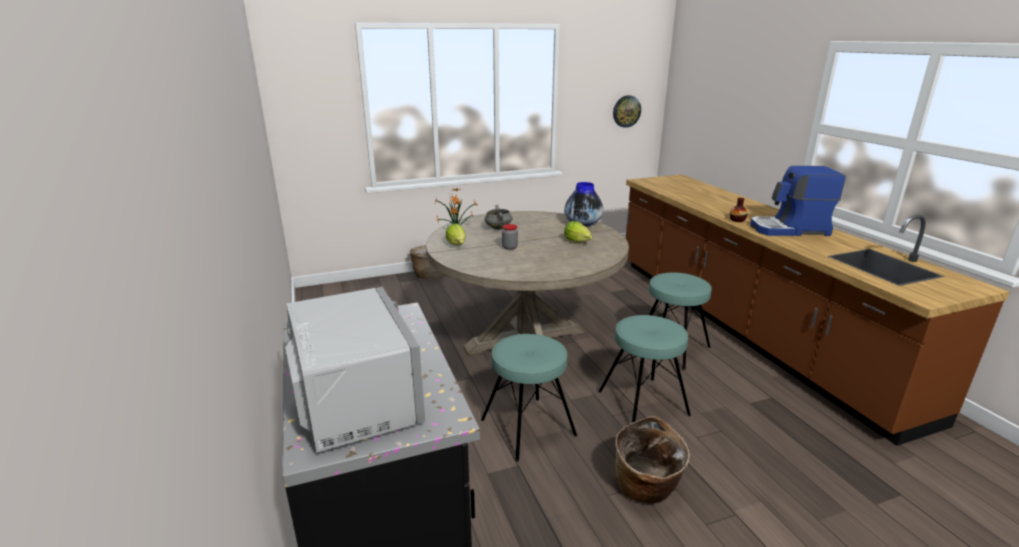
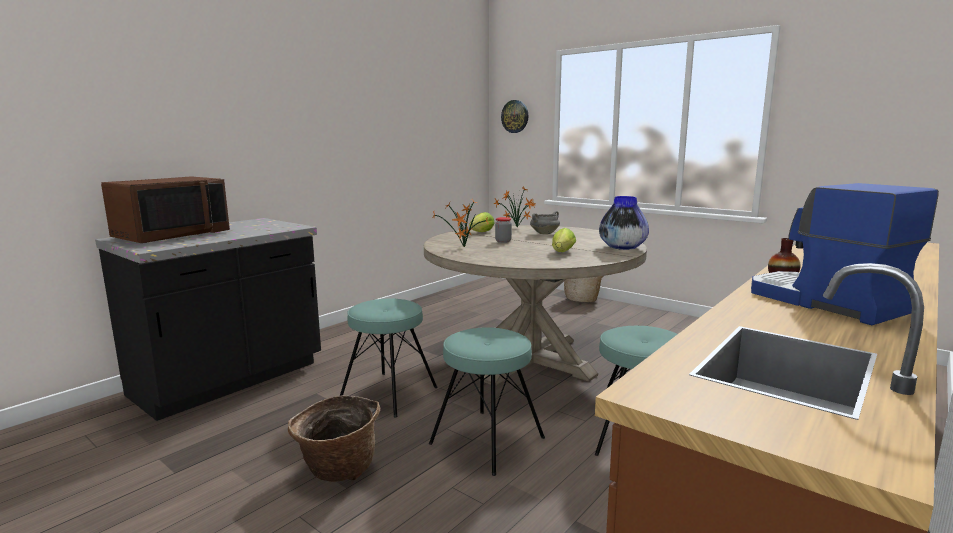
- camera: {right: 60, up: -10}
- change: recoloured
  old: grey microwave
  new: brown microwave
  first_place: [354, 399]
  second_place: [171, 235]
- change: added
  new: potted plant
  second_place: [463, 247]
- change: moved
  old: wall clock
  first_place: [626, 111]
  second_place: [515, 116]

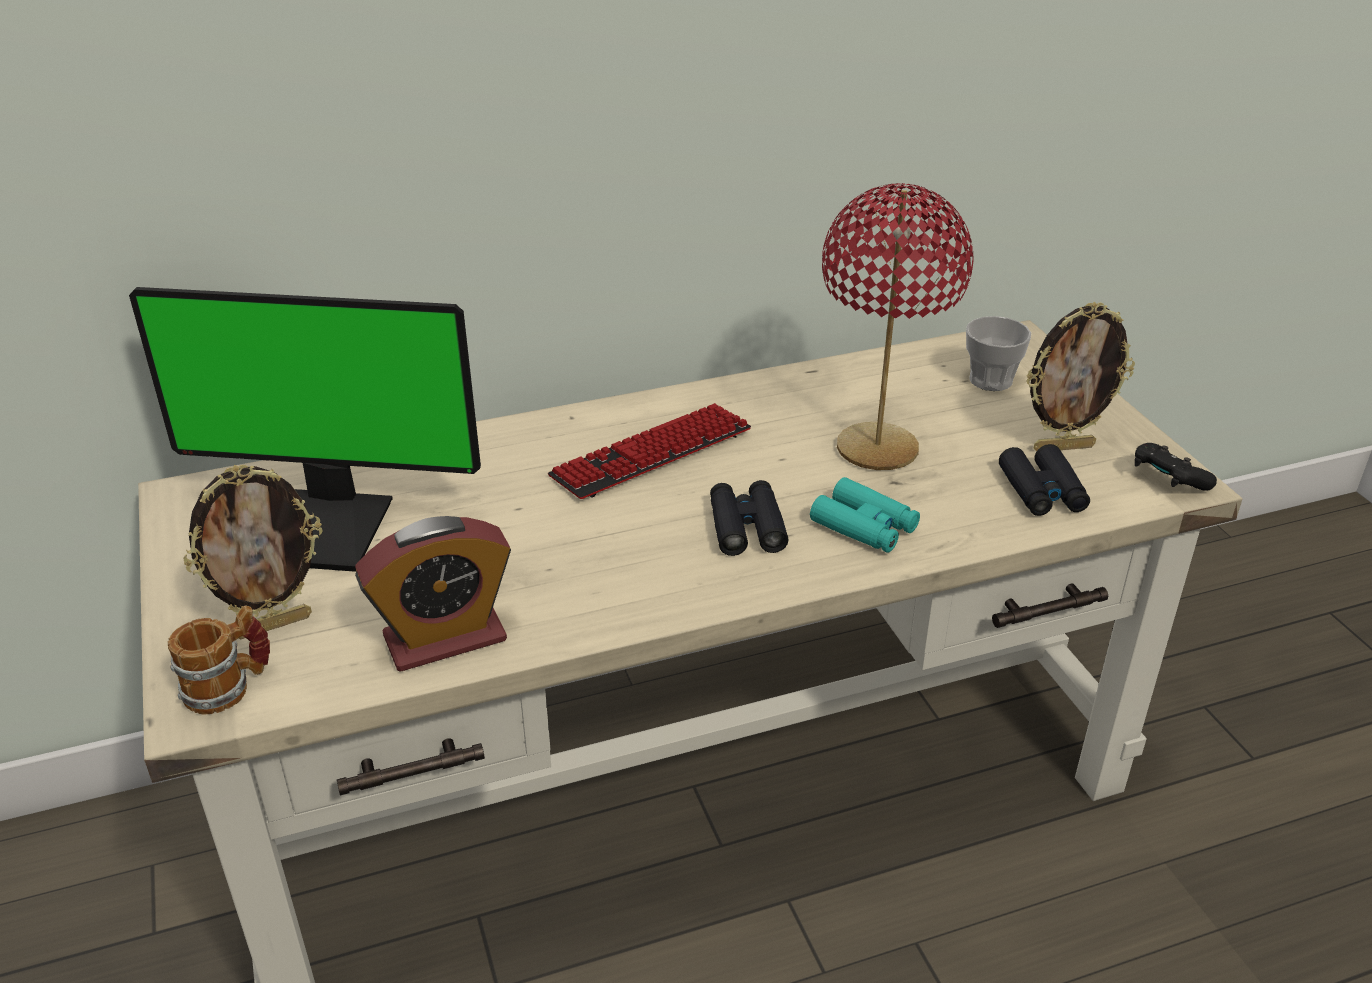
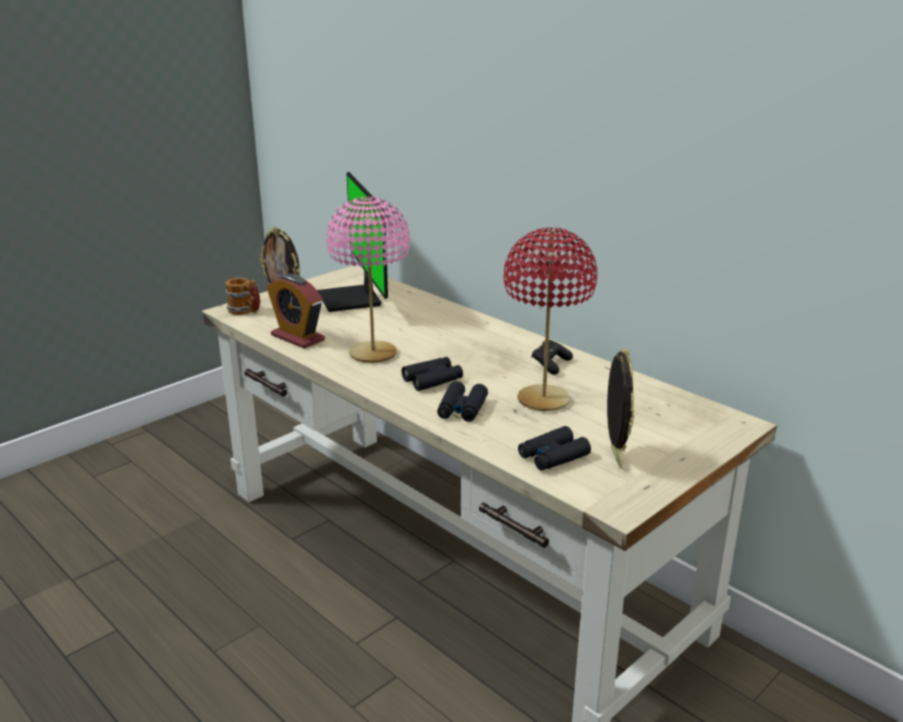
- camera: {right: 65, up: -10}
- change: added
  new: pink table lamp
  second_place: [372, 353]
- change: recoloured
  old: turquoise binoculars
  new: black binoculars
  first_place: [864, 526]
  second_place: [462, 409]
- change: moved
  old: black game controller
  first_place: [1167, 480]
  second_place: [550, 364]
- change: turned
  old: picture frame
  first_place: [1063, 447]
  second_place: [614, 457]
  degrees: -150
- change: removed
  old: keyboard
  first_place: [651, 454]
- change: removed
  old: cup
  first_place: [990, 380]

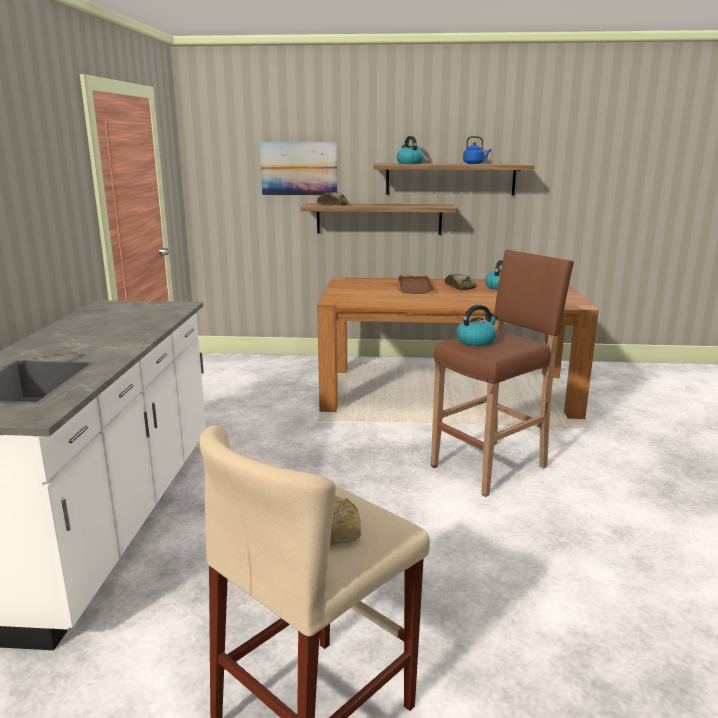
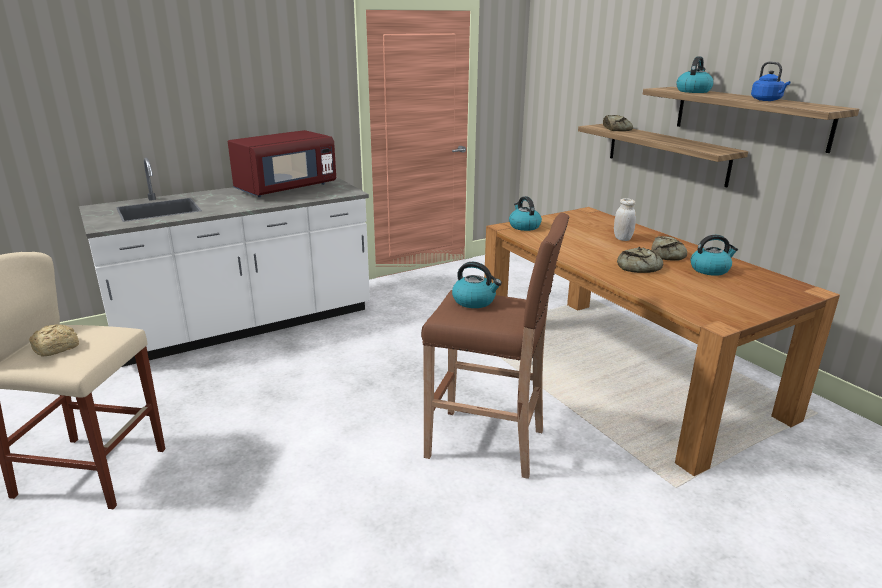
- camera: {right: 55, up: 5}
- change: added
  new: red microwave
  second_place: [286, 189]
- change: added
  new: kettle
  second_place: [524, 226]
- change: replaced
  old: brown tray
  new: white jar
  first_place: [414, 287]
  second_place: [622, 238]
- change: added
  new: bread
  second_place: [639, 267]
- change: removed
  old: picture
  first_place: [299, 169]

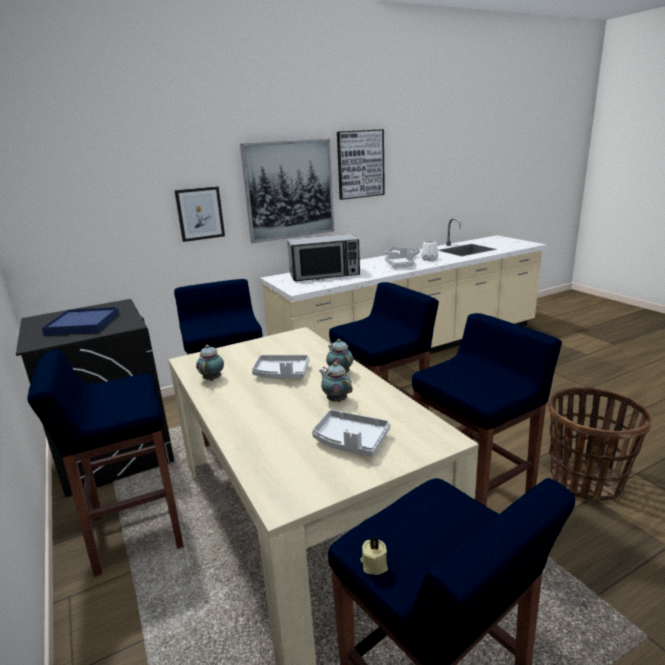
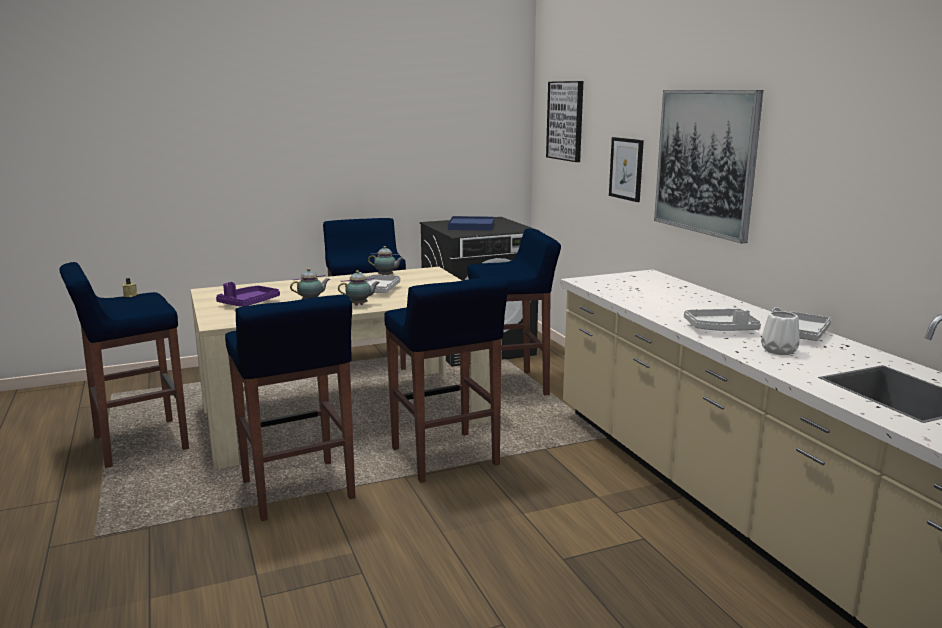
- camera: {right: 95, up: -5}
- change: recoloured
  old: grey tray
  new: purple tray
  first_place: [350, 441]
  second_place: [248, 303]
- change: moved
  old: picture
  first_place: [360, 164]
  second_place: [566, 121]
- change: removed
  old: microwave
  first_place: [325, 275]
- change: removed
  old: basket
  first_place: [586, 481]

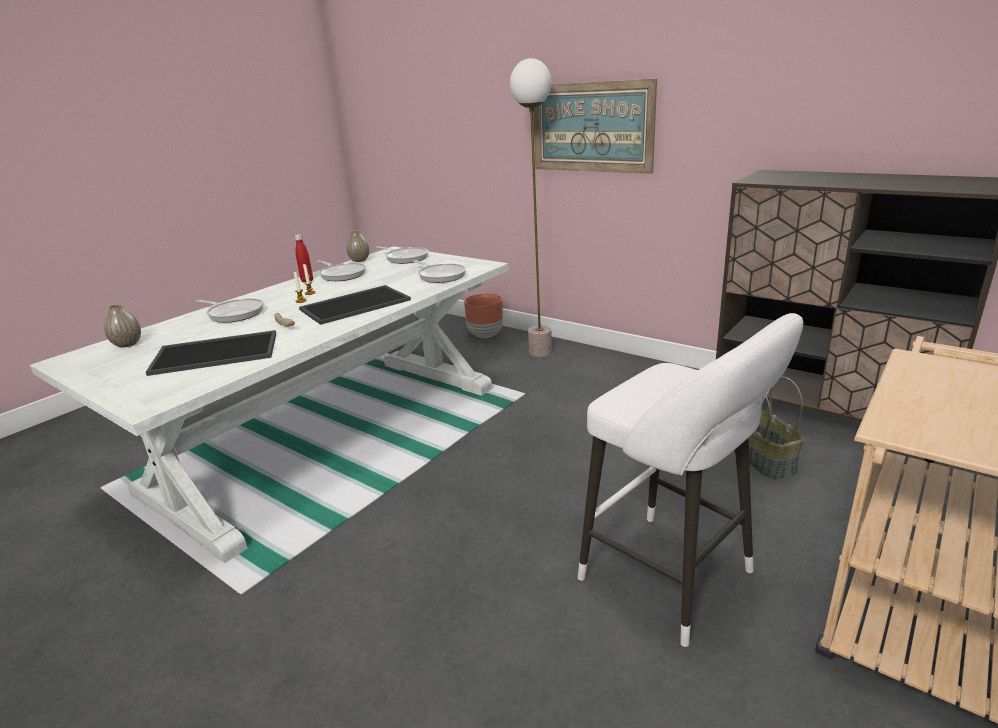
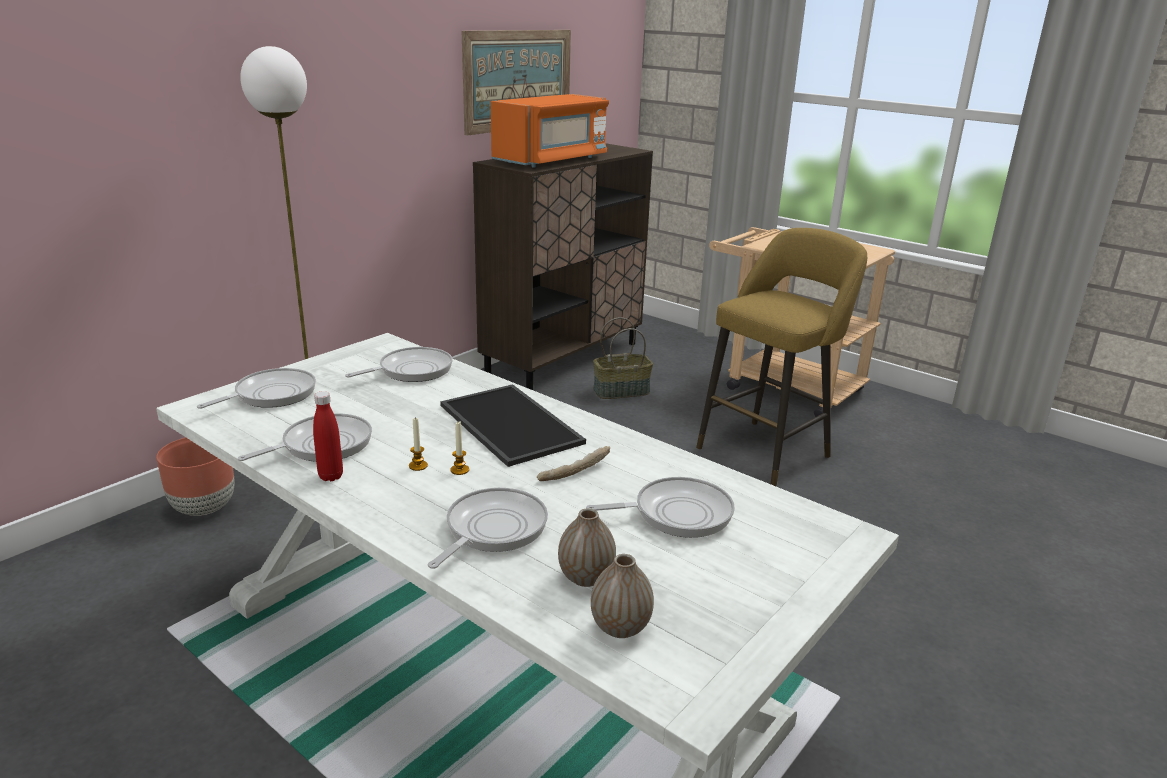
- camera: {right: -90, up: 0}
- change: moved
  old: picture
  first_place: [591, 127]
  second_place: [518, 80]
- change: added
  new: orange microwave
  second_place: [552, 160]
- change: moved
  old: vase
  first_place: [359, 260]
  second_place: [586, 577]
- change: replaced
  old: tray
  new: frying pan
  first_place: [217, 352]
  second_place: [676, 513]
- change: recoloured
  old: white stool
  new: yellow stool
  first_place: [674, 580]
  second_place: [768, 450]

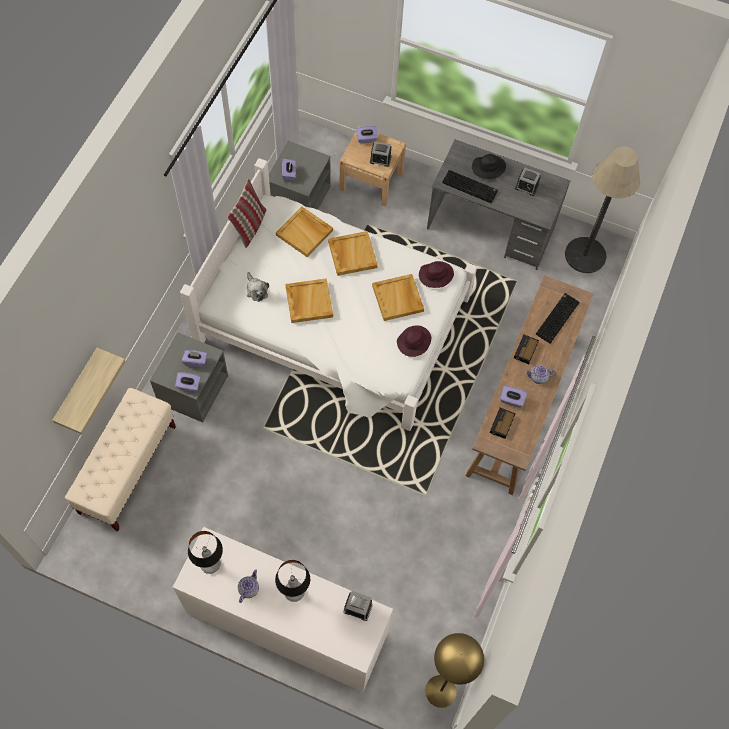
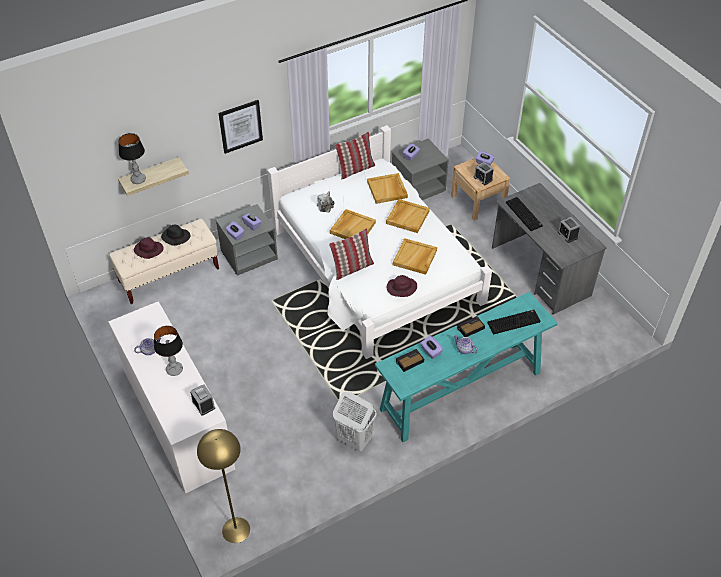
- camera: {right: 40, up: -15}
- change: moved
  old: table lamp
  first_place: [210, 563]
  second_place: [138, 179]
- change: moved
  old: purple hat
  first_place: [435, 276]
  second_place: [148, 250]
- change: moved
  old: black hat
  first_place: [487, 168]
  second_place: [175, 237]
- change: added
  new: picture
  second_place: [240, 126]
- change: added
  new: pillow
  second_place: [352, 268]
- change: added
  new: white laundry basket
  second_place: [354, 439]
- change: recoloured
  old: brown console table
  new: turquoise console table
  first_place: [520, 407]
  second_place: [460, 391]
- change: removed
  old: floor lamp
  first_place: [585, 255]

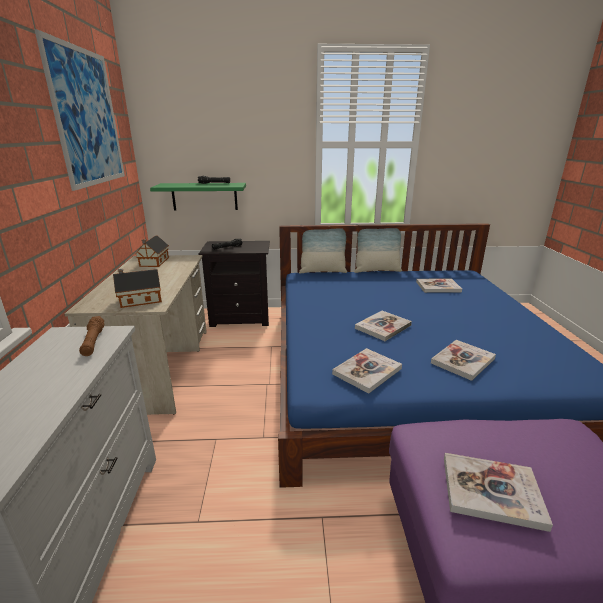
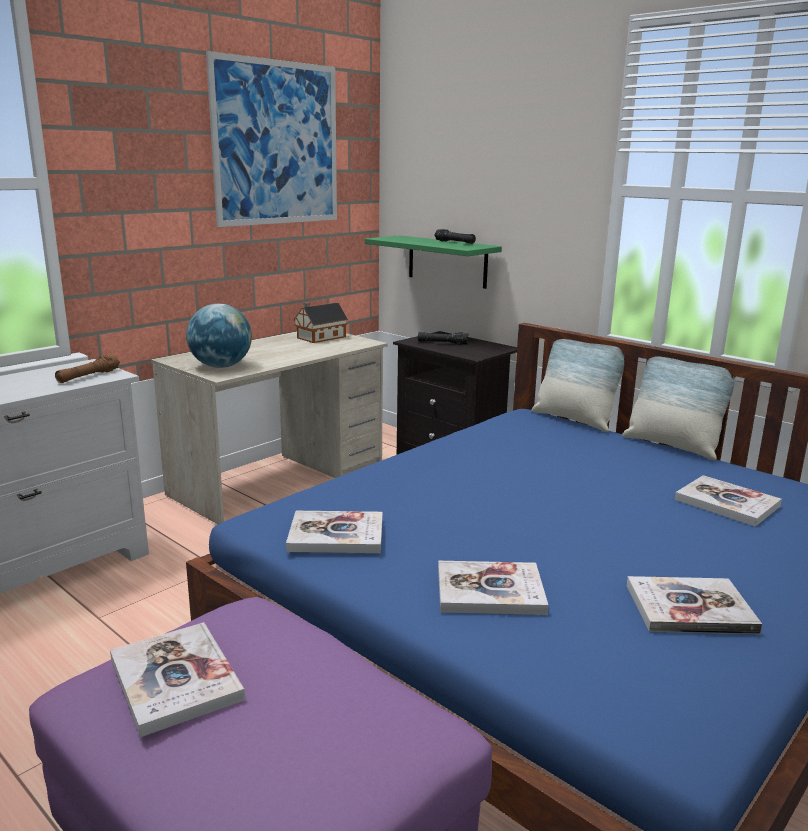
- camera: {right: 45, up: -5}
- change: replaced
  old: toy house
  new: globe
  first_place: [139, 300]
  second_place: [221, 366]
- change: moved
  old: book
  first_place: [383, 327]
  second_place: [690, 608]

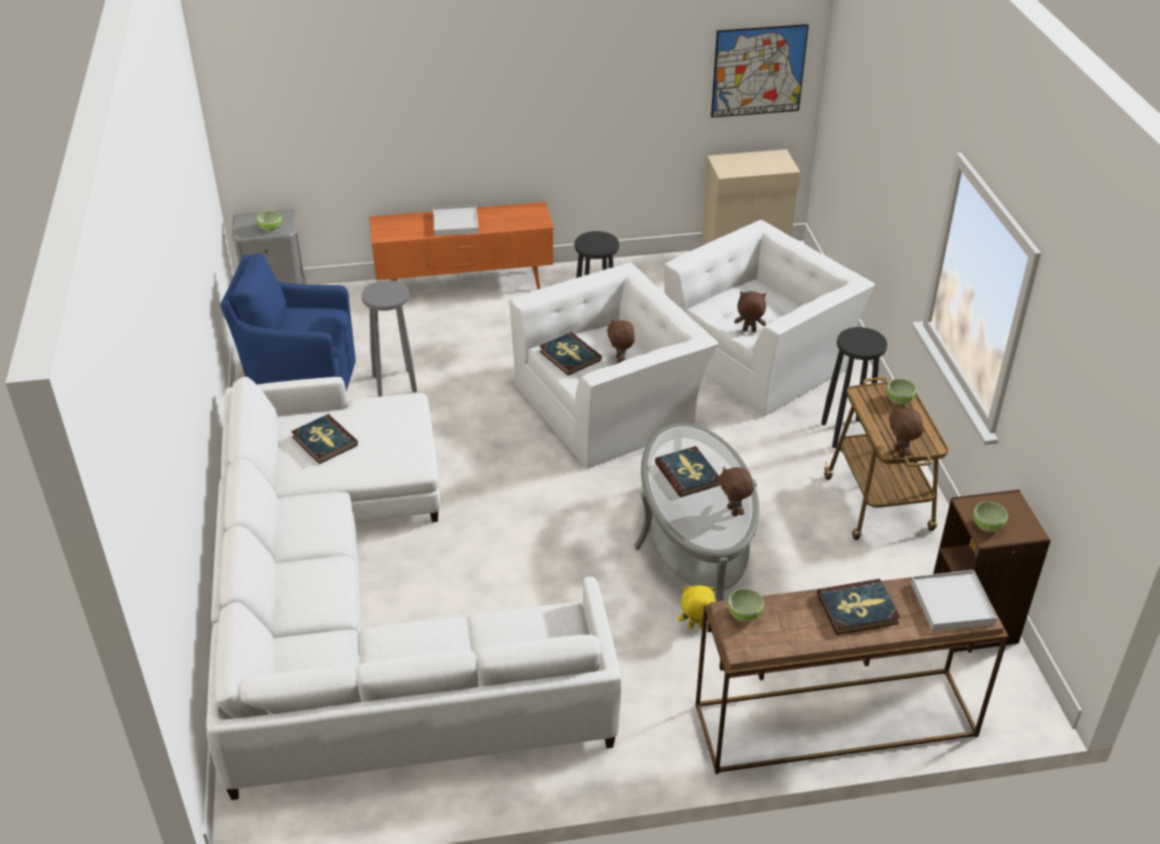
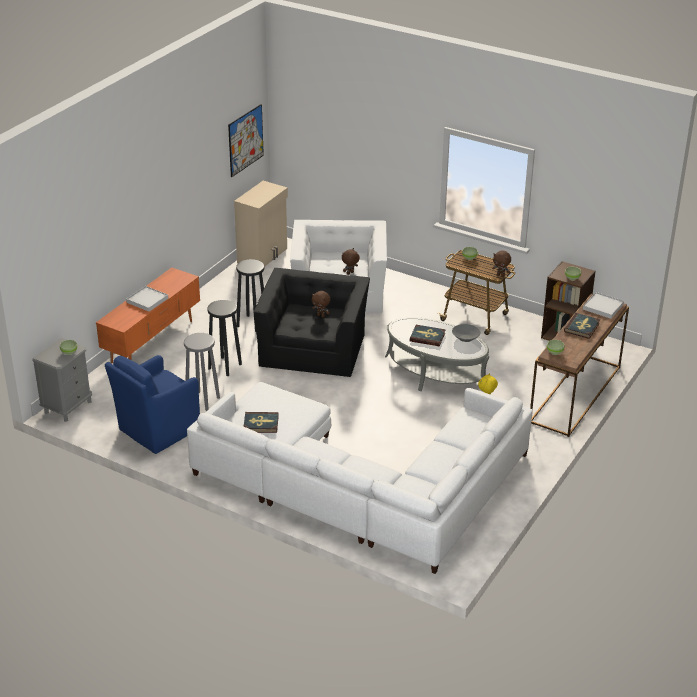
- camera: {right: -50, up: -5}
- change: moved
  old: black stool
  first_place: [847, 433]
  second_place: [225, 366]
- change: recoloured
  old: white armchair
  new: black armchair
  first_place: [610, 404]
  second_place: [313, 347]
- change: replaced
  old: brown plush toy
  new: grey bowl
  first_place: [733, 511]
  second_place: [465, 338]
- change: removed
  old: book
  first_place: [569, 356]

